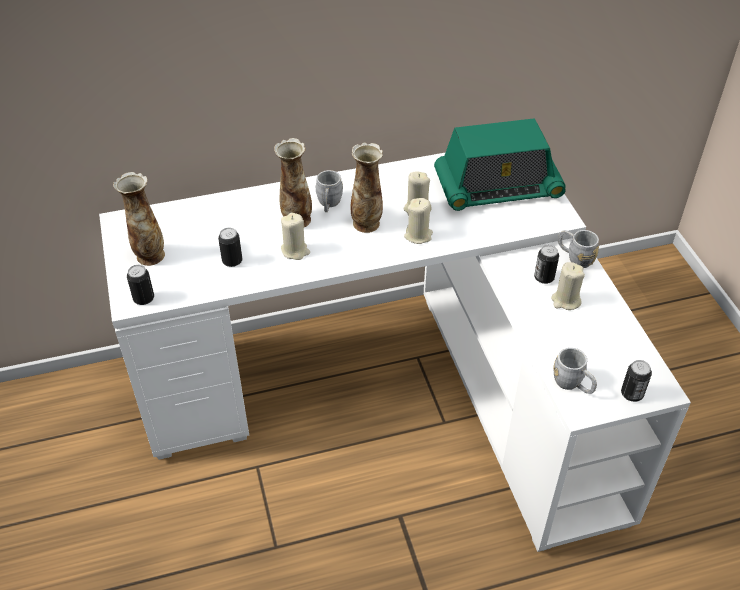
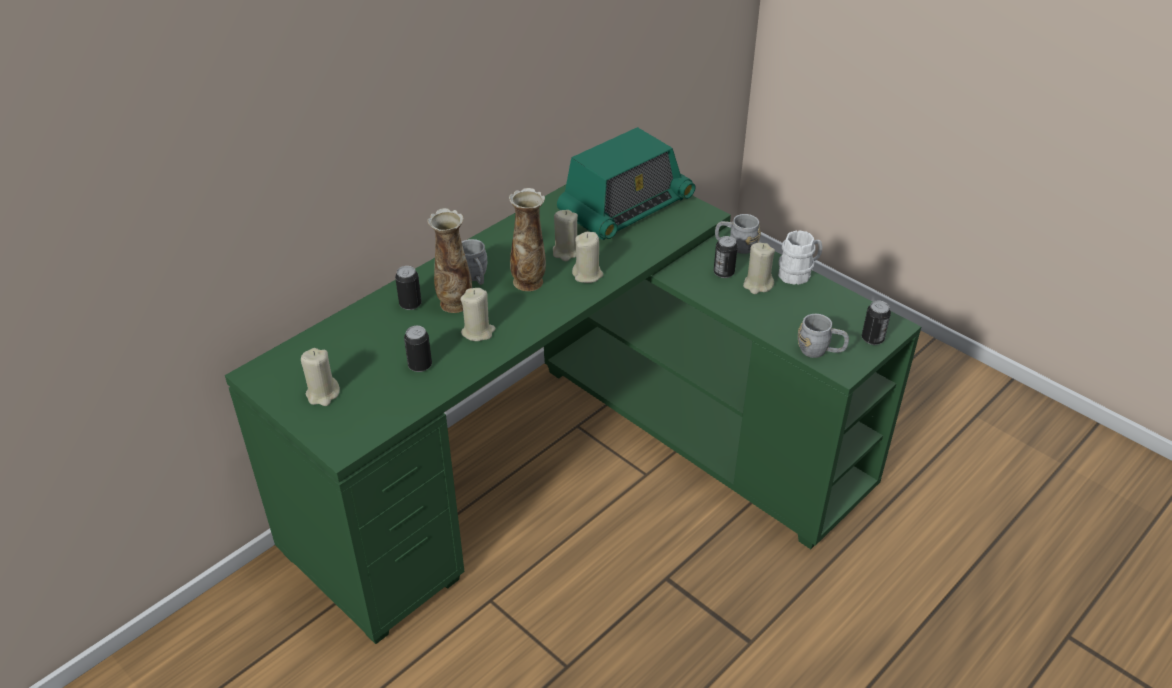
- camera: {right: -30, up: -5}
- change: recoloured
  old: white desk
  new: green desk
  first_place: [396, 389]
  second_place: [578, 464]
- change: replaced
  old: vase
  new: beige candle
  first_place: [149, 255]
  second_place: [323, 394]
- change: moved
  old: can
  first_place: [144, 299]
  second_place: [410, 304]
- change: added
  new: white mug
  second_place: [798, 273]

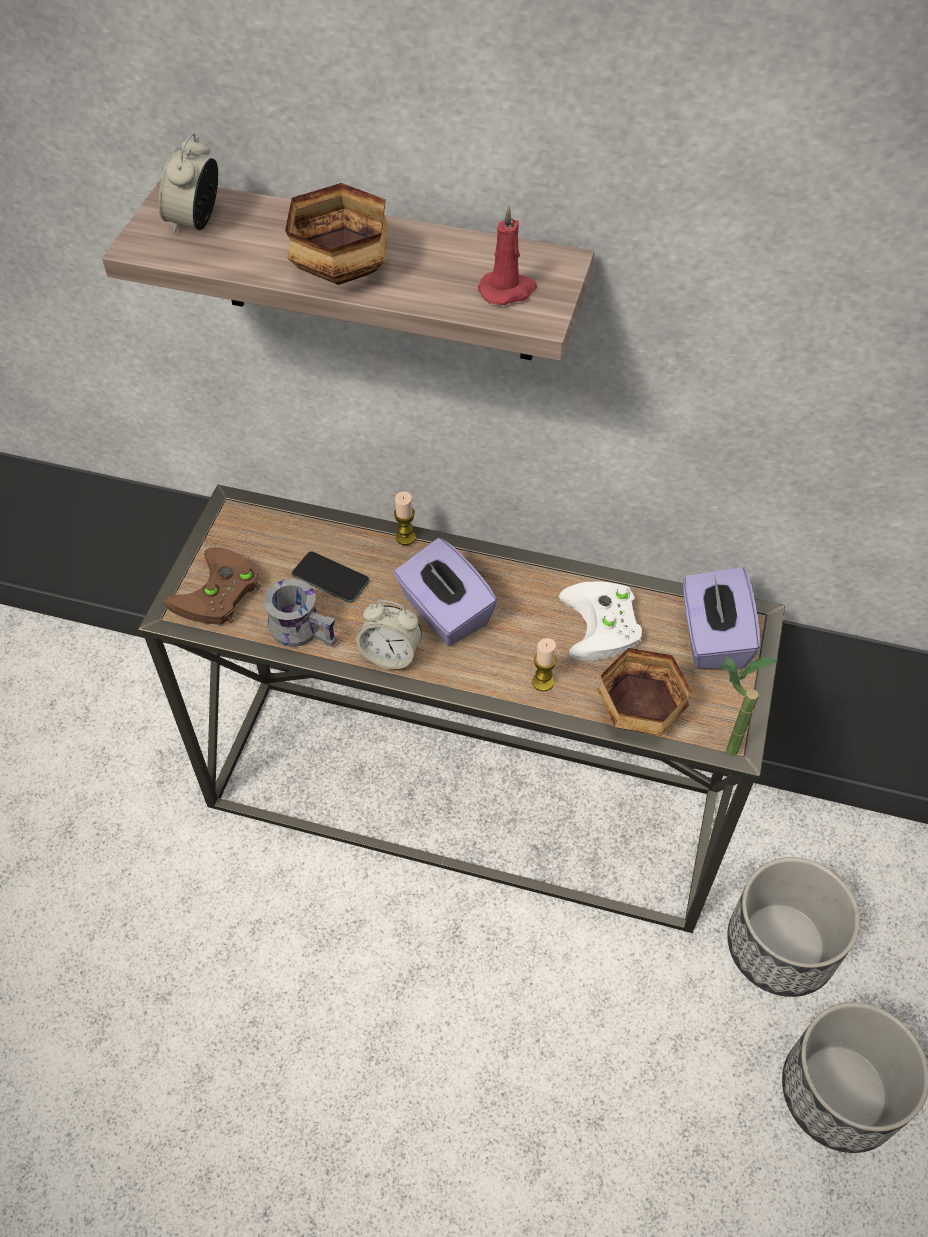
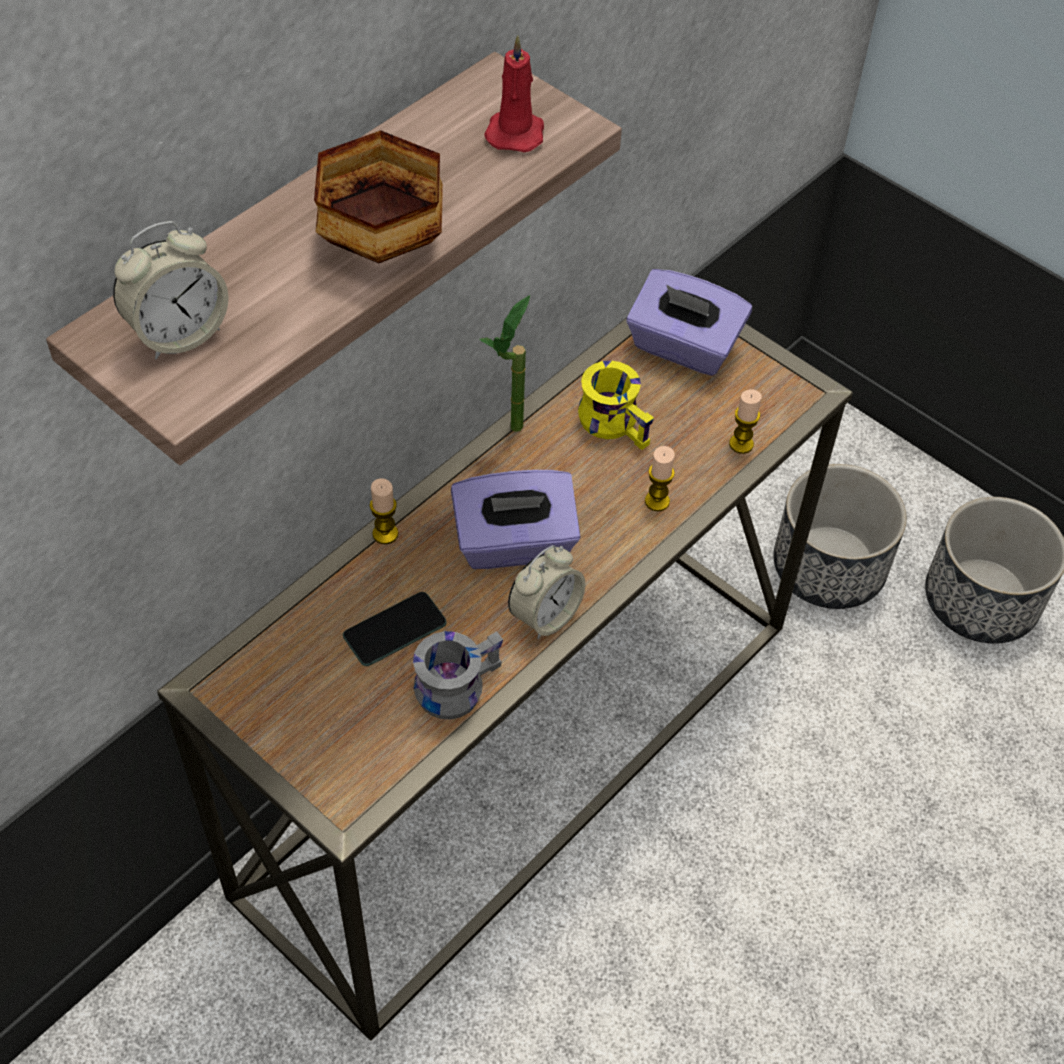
- camera: {right: -65, up: 0}
- change: turned
  old: alarm clock
  first_place: [196, 222]
  second_place: [178, 333]
  degrees: -75
- change: moved
  old: potted plant
  first_place: [719, 749]
  second_place: [508, 435]
- change: replaced
  old: white game controller
  new: yellow mug
  first_place: [604, 626]
  second_place: [617, 421]
- change: replaced
  old: bowl
  new: candle
  first_place: [639, 715]
  second_place: [741, 444]
- change: removed
  old: brown game controller
  first_place: [217, 595]

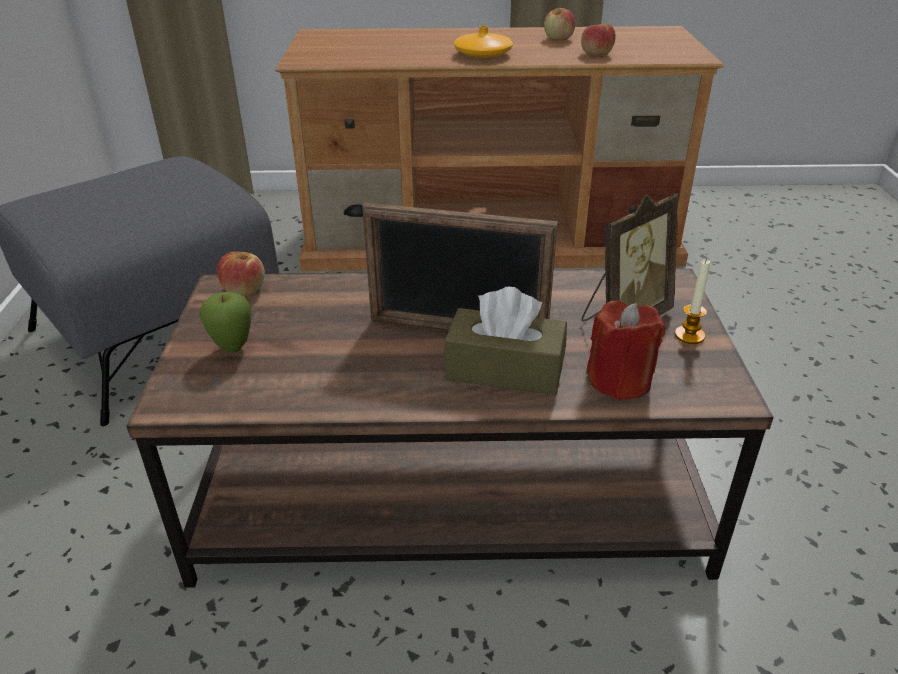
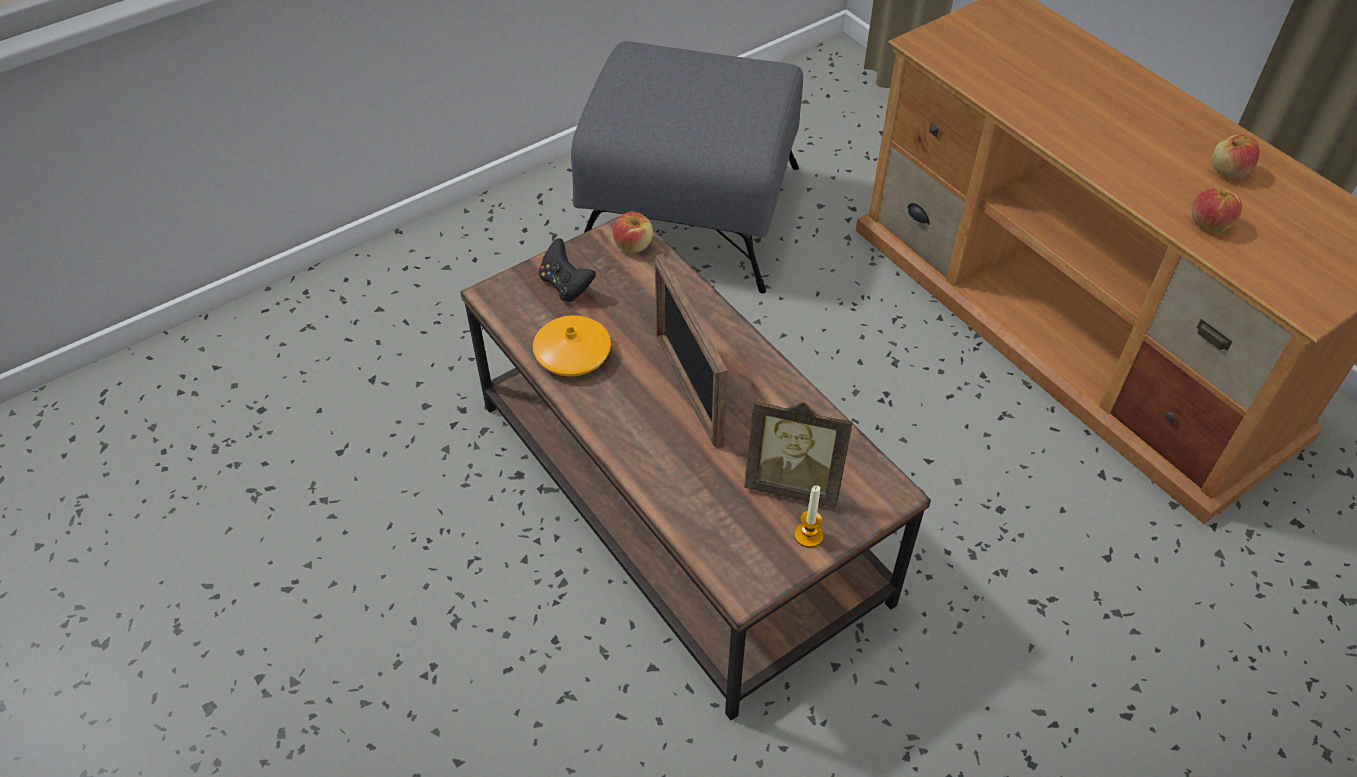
- camera: {right: 55, up: 15}
- change: moved
  old: orange vase
  first_place: [483, 54]
  second_place: [572, 354]
- change: replaced
  old: apple
  new: black game controller
  first_place: [233, 348]
  second_place: [566, 285]
- change: removed
  old: brown tissue box
  first_place: [504, 370]
- change: removed
  old: red candle
  first_place: [619, 380]

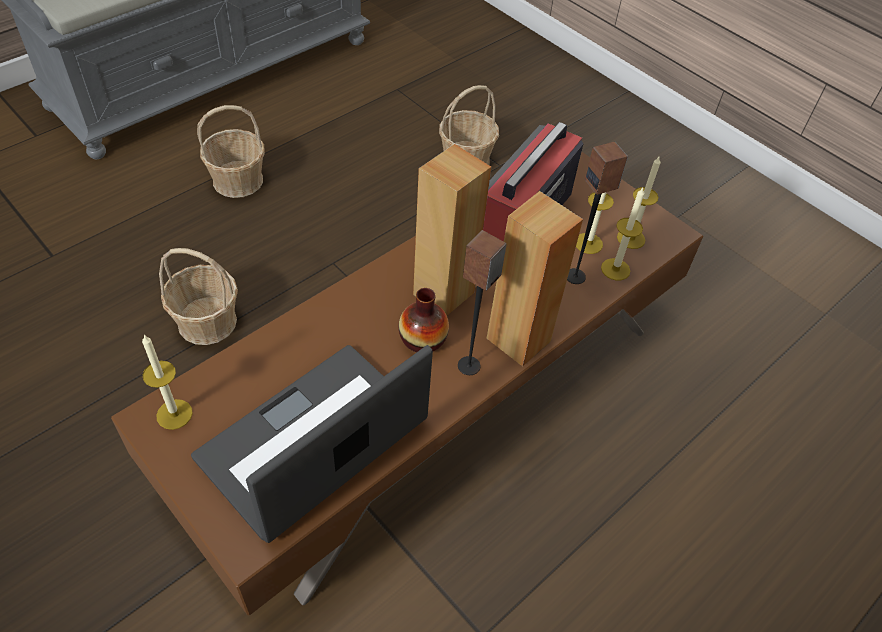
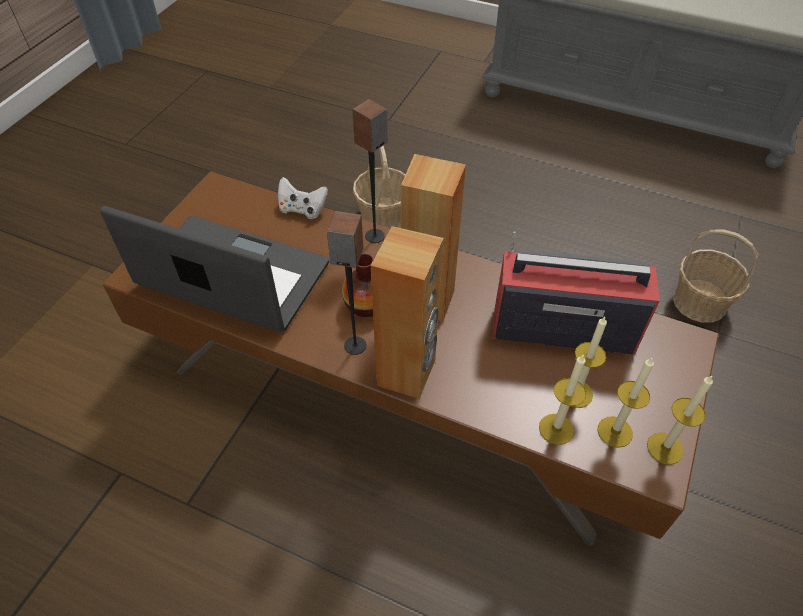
- camera: {right: 70, up: 0}
- change: added
  new: white game controller
  second_place: [302, 209]
- change: moved
  old: speaker
  first_place: [575, 276]
  second_place: [375, 236]
- change: moved
  old: candle
  first_place: [174, 414]
  second_place: [665, 448]
- change: removed
  old: basket
  first_place: [238, 180]

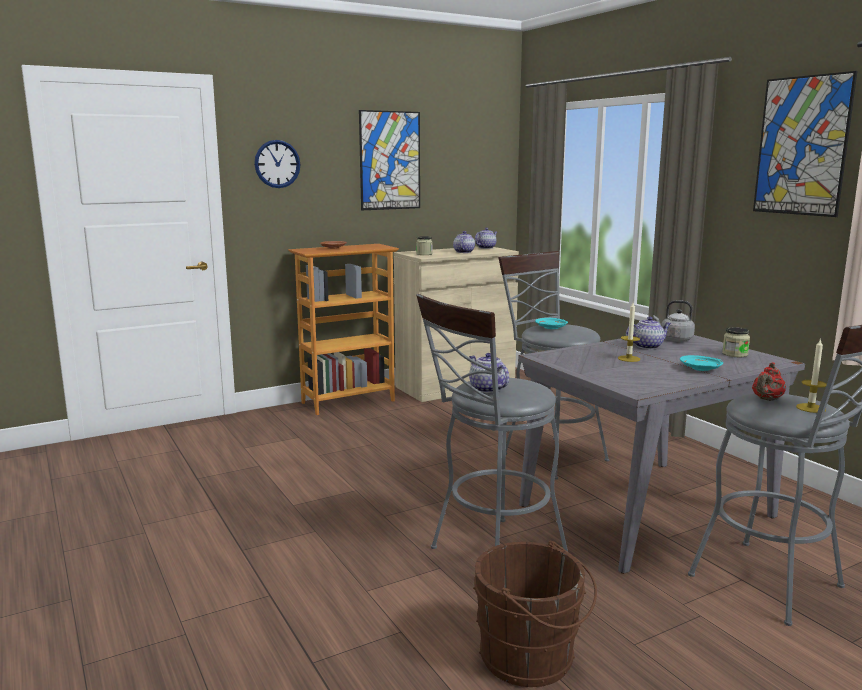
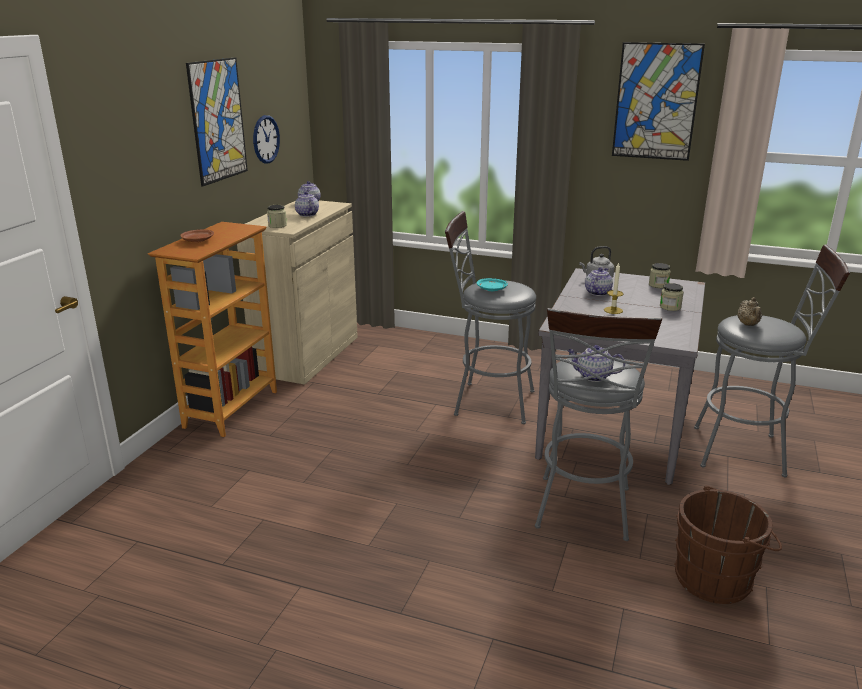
- camera: {right: -40, up: 10}
- change: moved
  old: wall clock
  first_place: [277, 164]
  second_place: [266, 139]
- change: replaced
  old: turquoise plate
  new: jar
  first_place: [701, 369]
  second_place: [670, 307]
- change: recoloured
  old: red teapot
  new: beige teapot
  first_place: [767, 399]
  second_place: [748, 325]
- change: removed
  old: candle
  first_place: [810, 408]

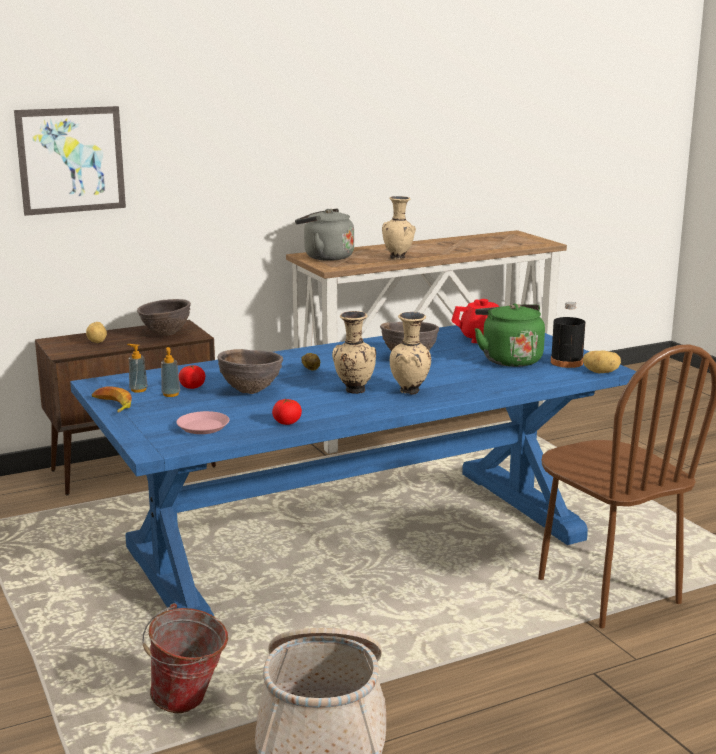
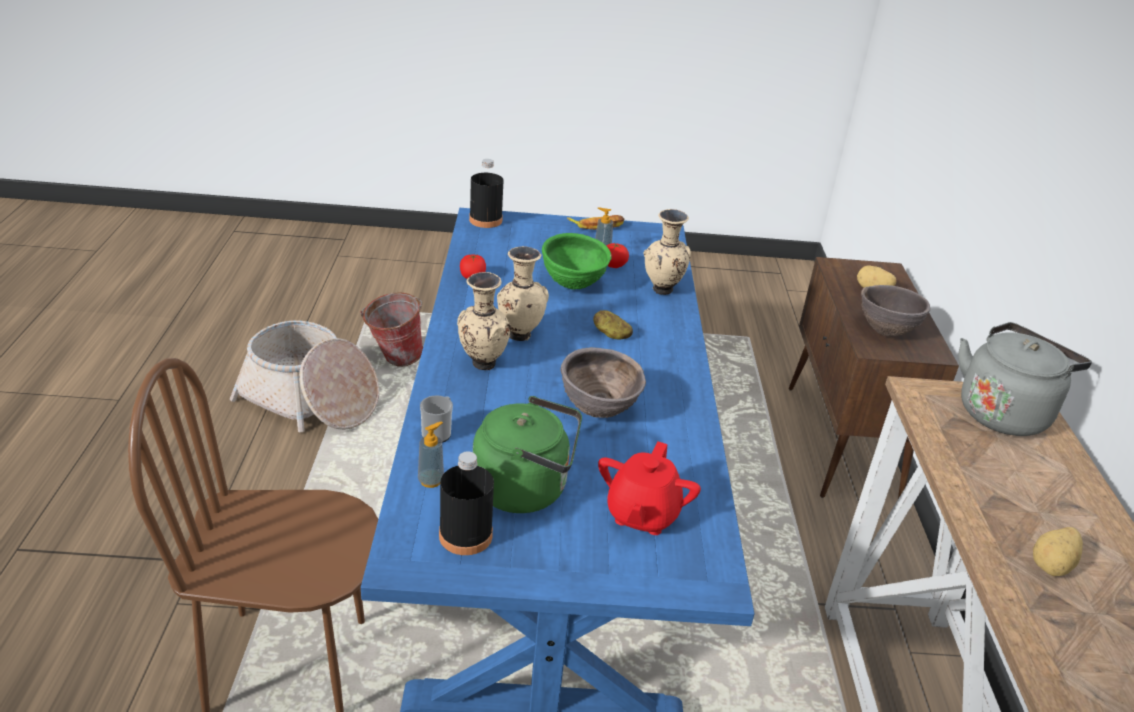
- camera: {right: 115, up: 15}
- change: moved
  old: soap dispenser
  first_place: [138, 390]
  second_place: [431, 480]
- change: added
  new: mug
  second_place: [438, 432]
- change: added
  new: black bottle
  second_place: [485, 220]
- change: recoloured
  old: brown bowl
  new: green bowl
  first_place: [251, 392]
  second_place: [573, 286]
- change: moved
  old: beige vase
  first_place: [398, 258]
  second_place: [662, 291]
- change: moved
  old: potato
  first_place: [601, 372]
  second_place: [1052, 566]
- change: removed
  old: picture
  first_place: [71, 160]
- change: removed
  old: pink plate
  first_place: [203, 427]

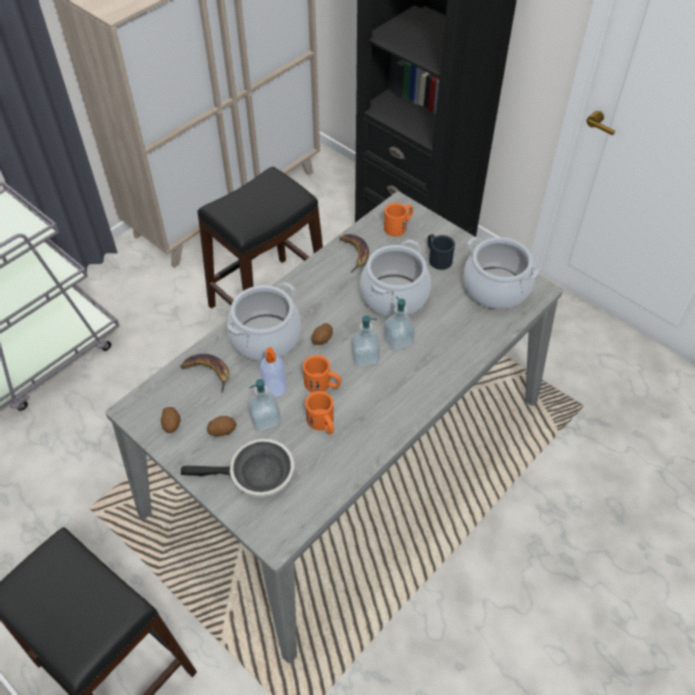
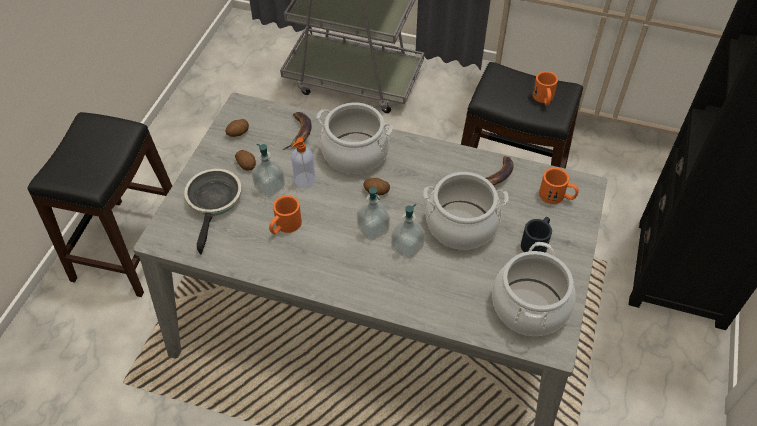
- camera: {right: 65, up: 0}
- change: turned
  old: frying pan
  first_place: [256, 474]
  second_place: [214, 202]
  degrees: -150
- change: moved
  old: orange mug
  first_place: [322, 384]
  second_place: [543, 99]

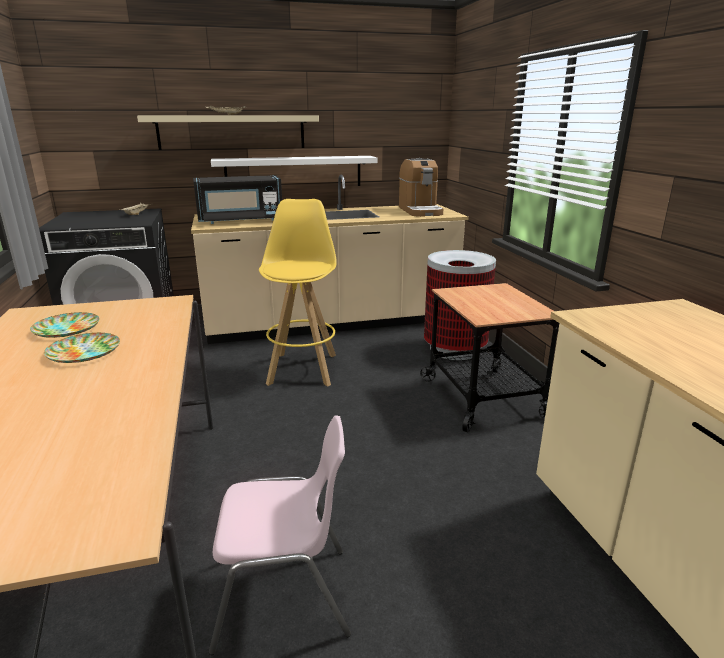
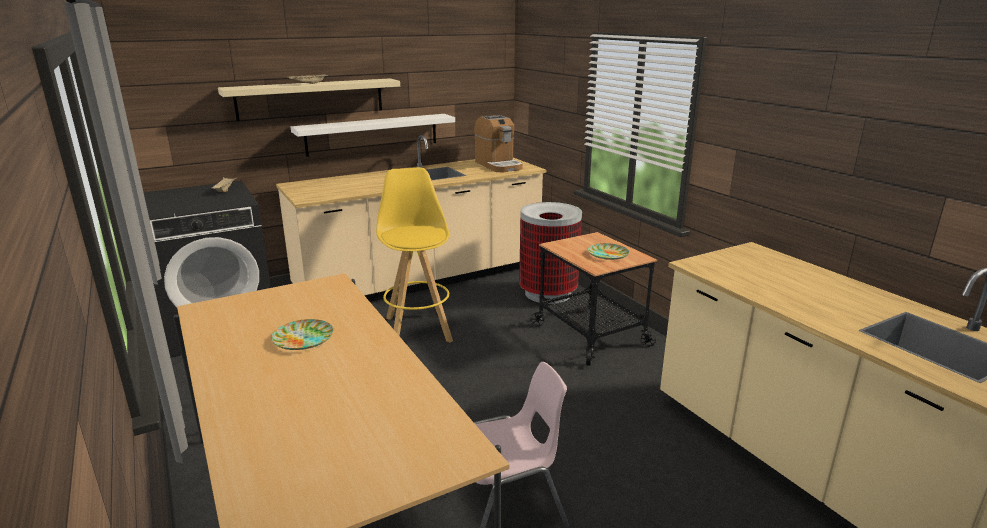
- camera: {right: -15, up: 0}
- change: moved
  old: plate
  first_place: [66, 329]
  second_place: [607, 254]
- change: removed
  old: black microwave
  first_place: [240, 220]

